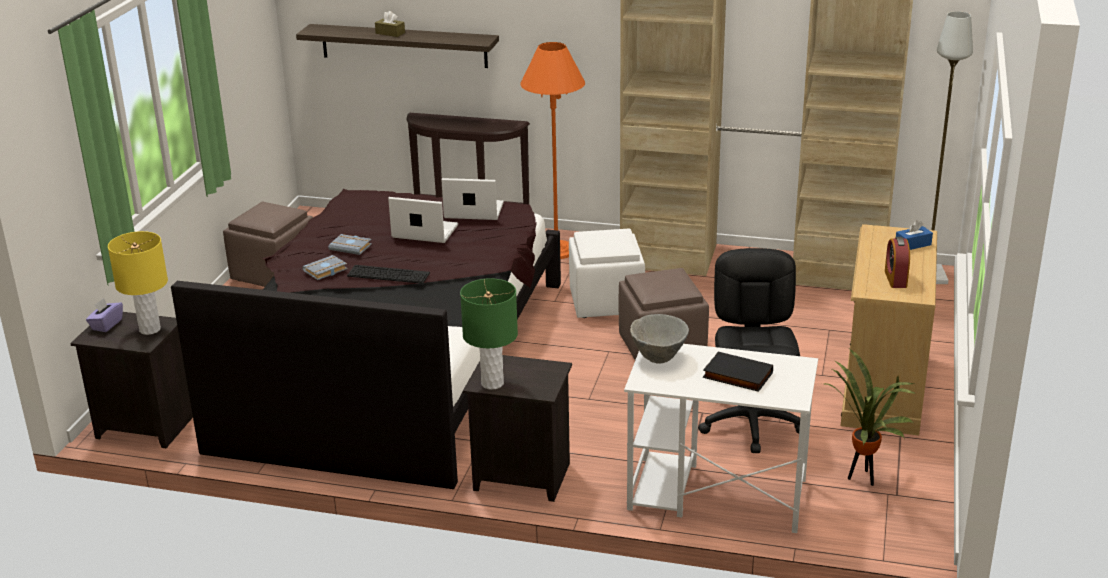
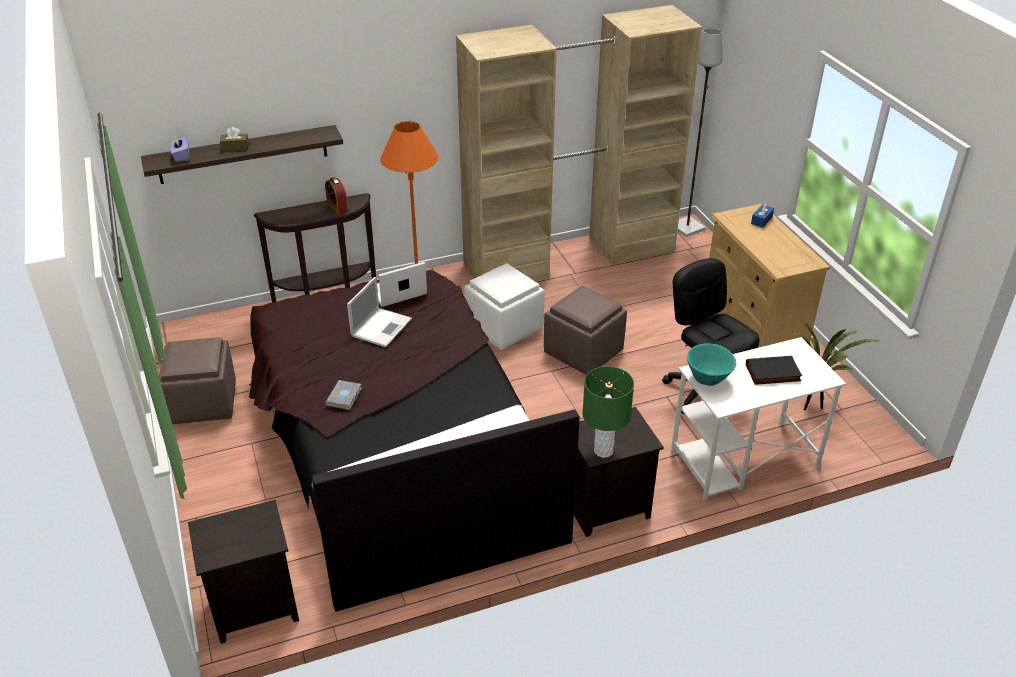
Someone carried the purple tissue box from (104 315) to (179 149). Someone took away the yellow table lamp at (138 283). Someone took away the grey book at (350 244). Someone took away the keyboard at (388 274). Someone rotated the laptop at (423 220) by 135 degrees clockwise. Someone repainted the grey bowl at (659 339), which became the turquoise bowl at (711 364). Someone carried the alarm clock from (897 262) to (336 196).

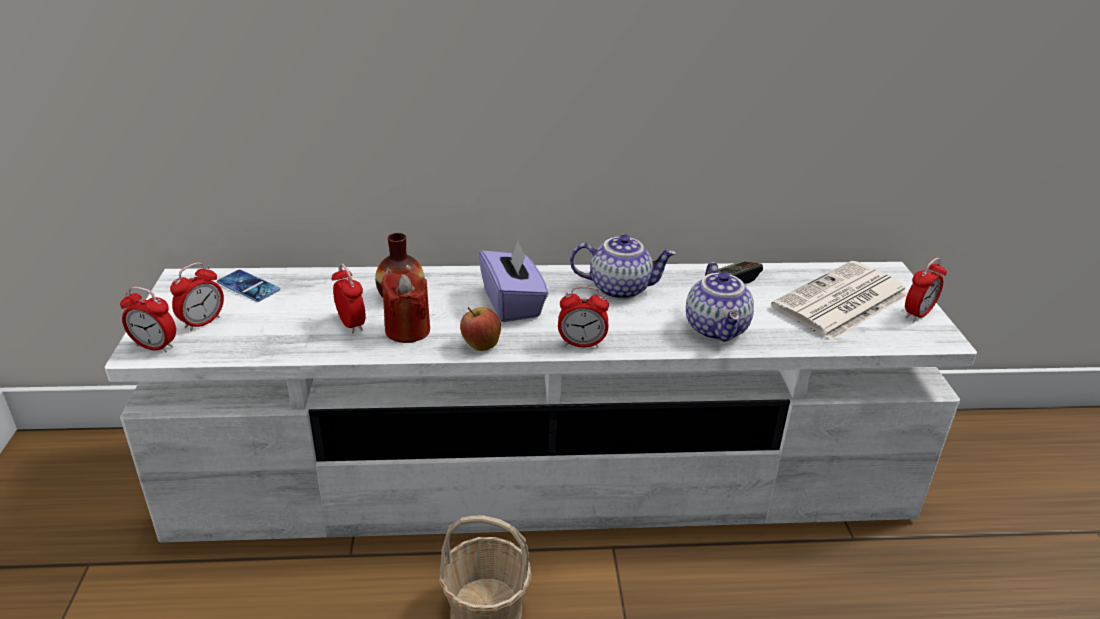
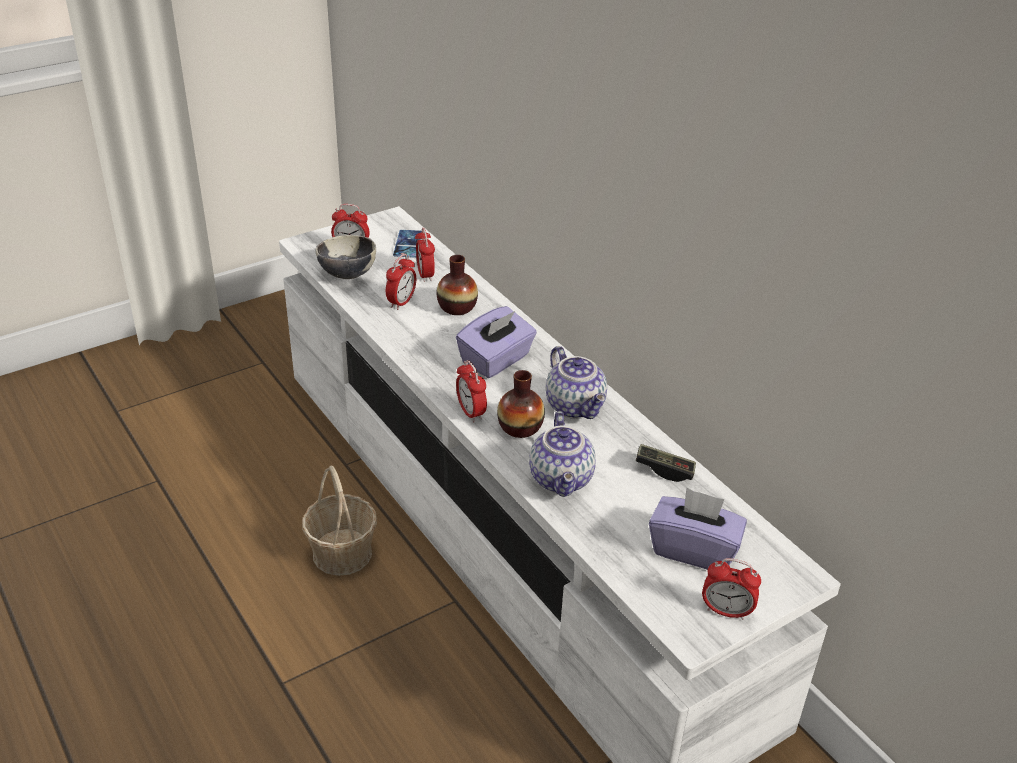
Someone carried the alarm clock from (148 319) to (425 255). Someone took away the red candle at (405 307). Someone took away the apple at (480 329). Someone rotated the teapot at (720 302) by 60 degrees counterclockwise. Someone swapped the newspaper at (839 300) for the purple tissue box at (698 529). Someone put down the bowl at (345 257). Someone put down the vase at (521 404).

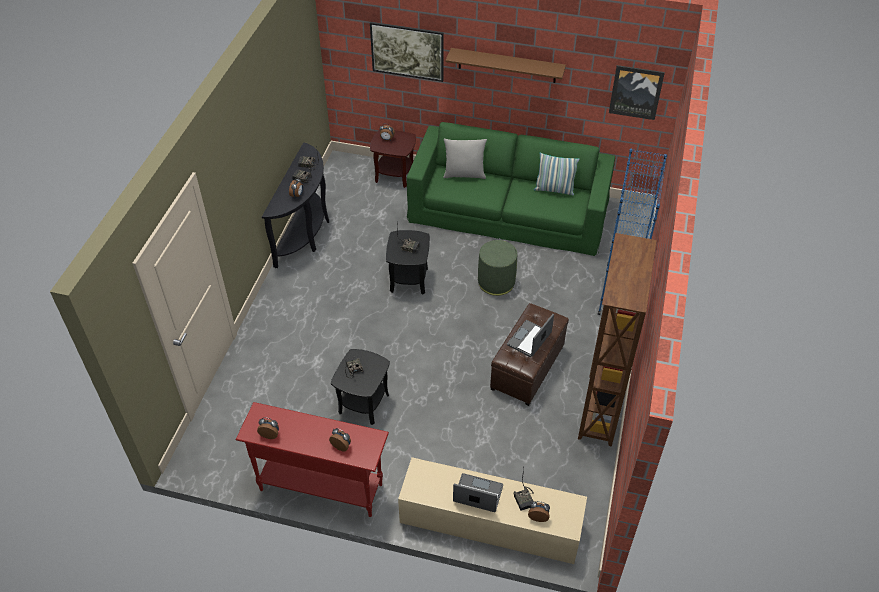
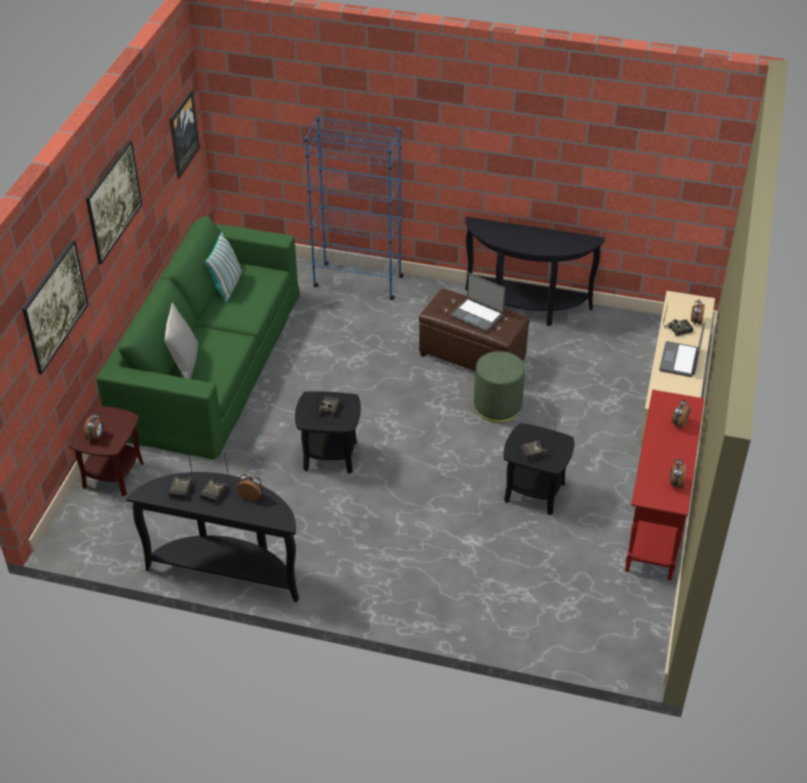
Someone swapped the brown shelf at (505 65) for the picture at (114 202). Someone carried the green ottoman from (497 268) to (499 387). Someone swapped the brown bookcase at (617 339) for the black console table at (535 271).

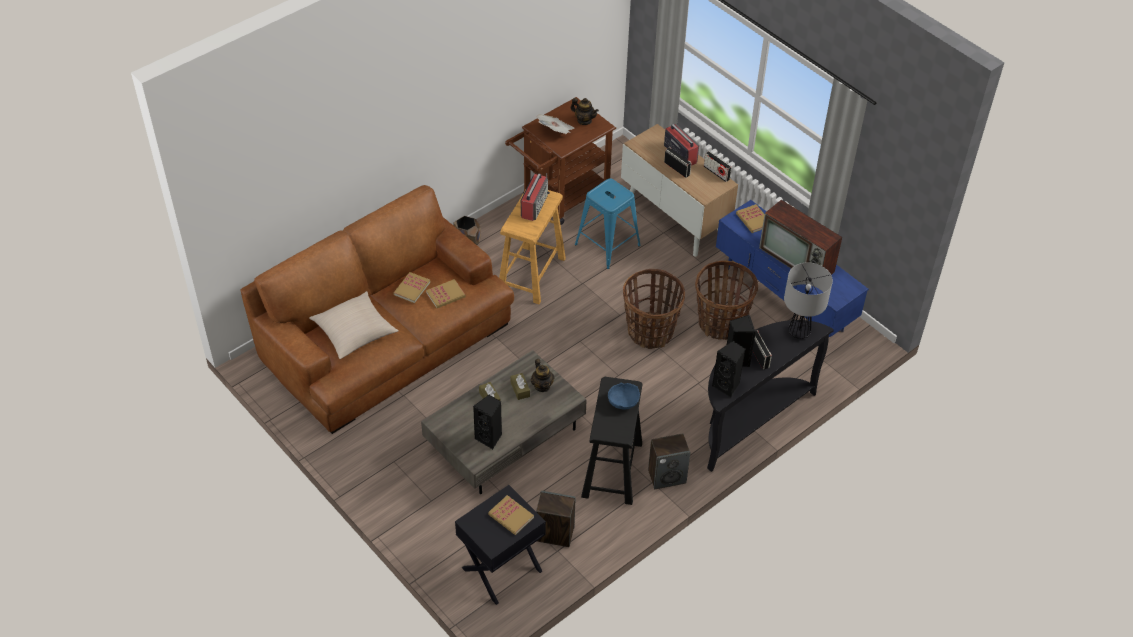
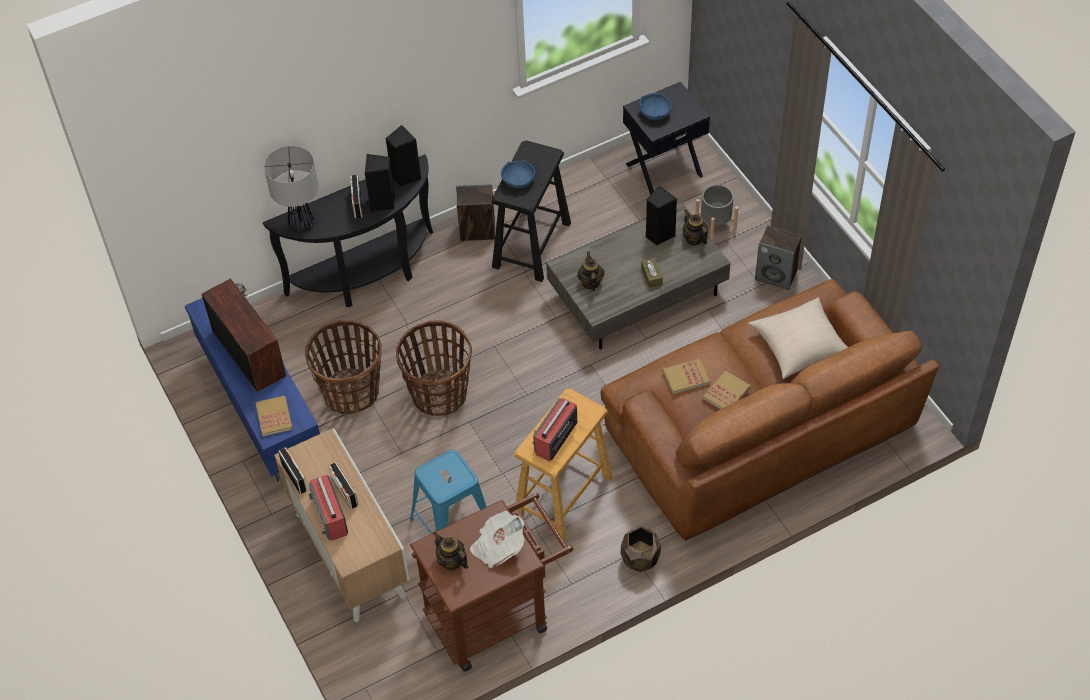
Someone swapped the book at (511 515) for the blue bowl at (656 106). Someone took away the brown tissue box at (520 386). Someone carried the speaker from (556 519) to (778 258). Someone put down the teapot at (695 228). Someone put down the grey planter at (716 212).

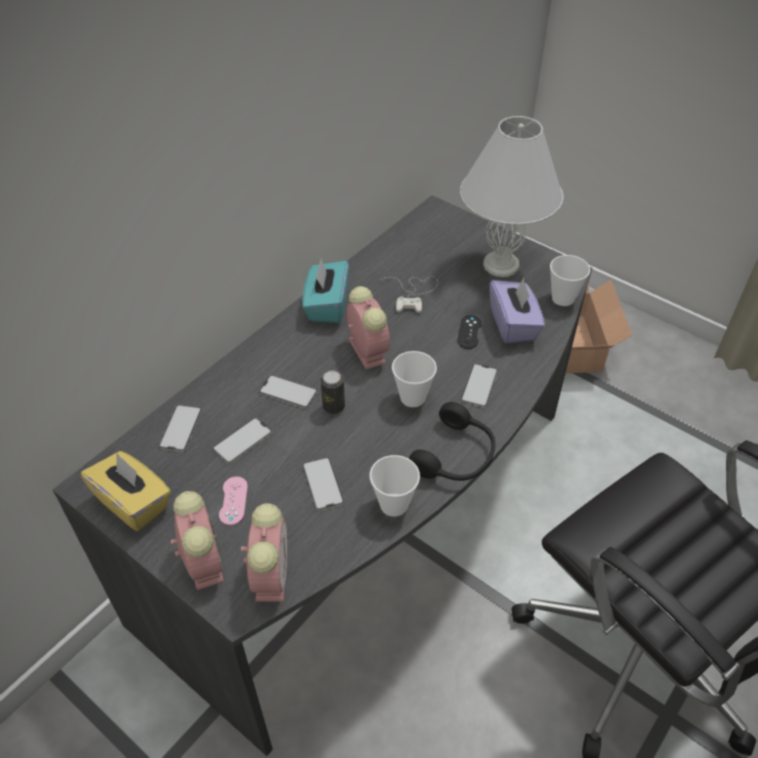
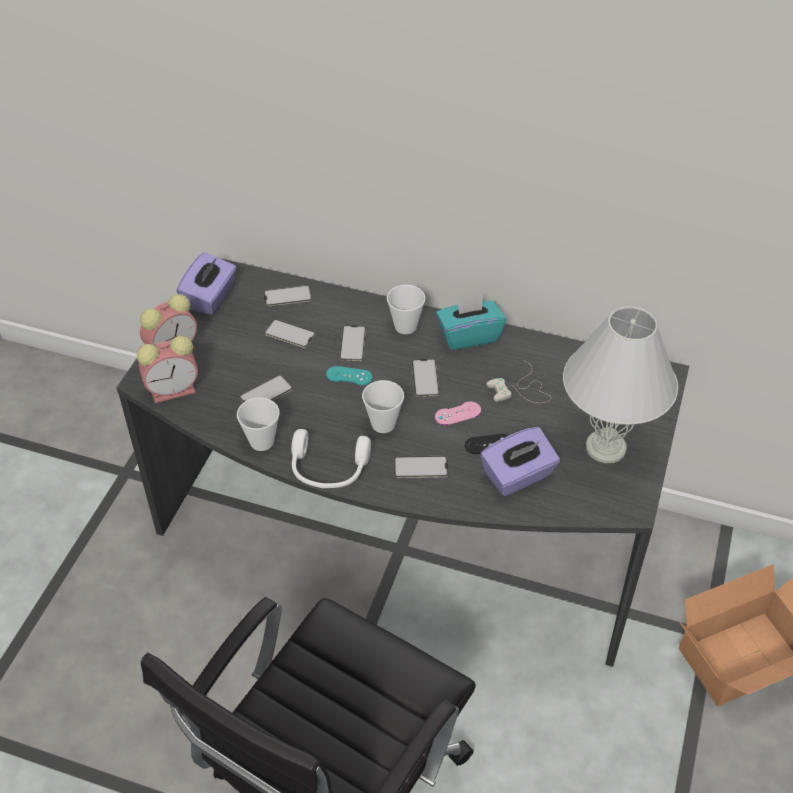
Someone repainted the yellow tissue box at (126 491), which became the purple tissue box at (206 283). Someone carried the pink game controller from (233 501) to (458 413). Someone swapped the can at (333 392) for the turquoise game controller at (349 375). Someone swapped the alarm clock at (368 327) for the phone at (426 378). Someone repainted the black headphones at (452 441), which became the white headphones at (331 458). Someone carried the cup from (570 280) to (406 309).

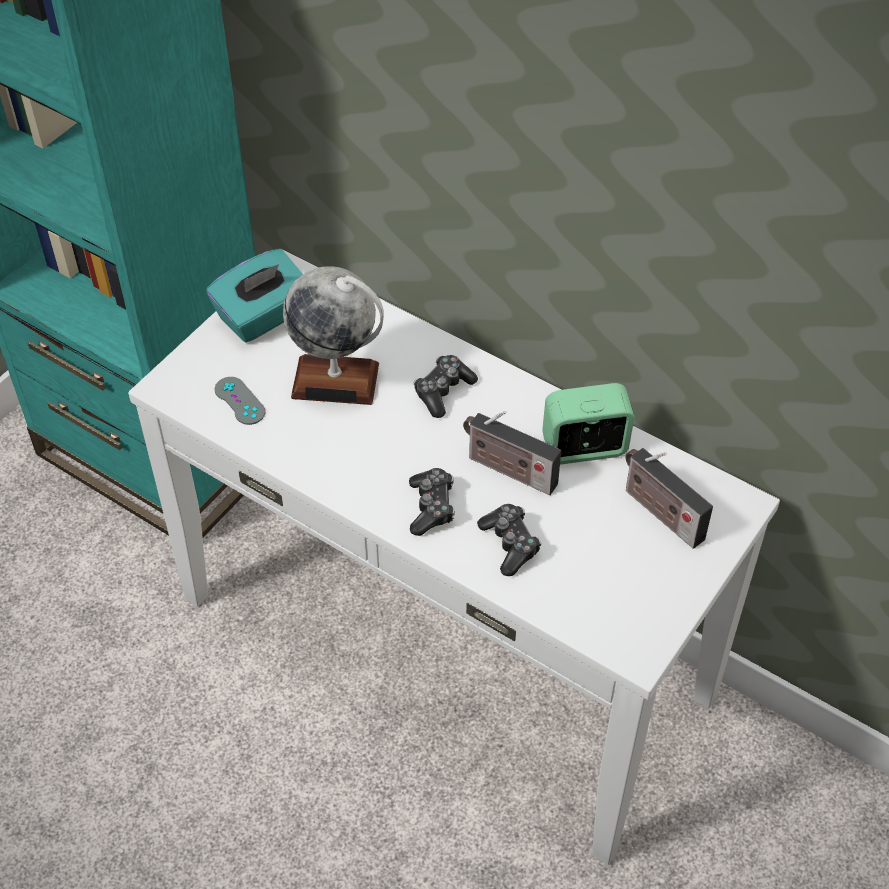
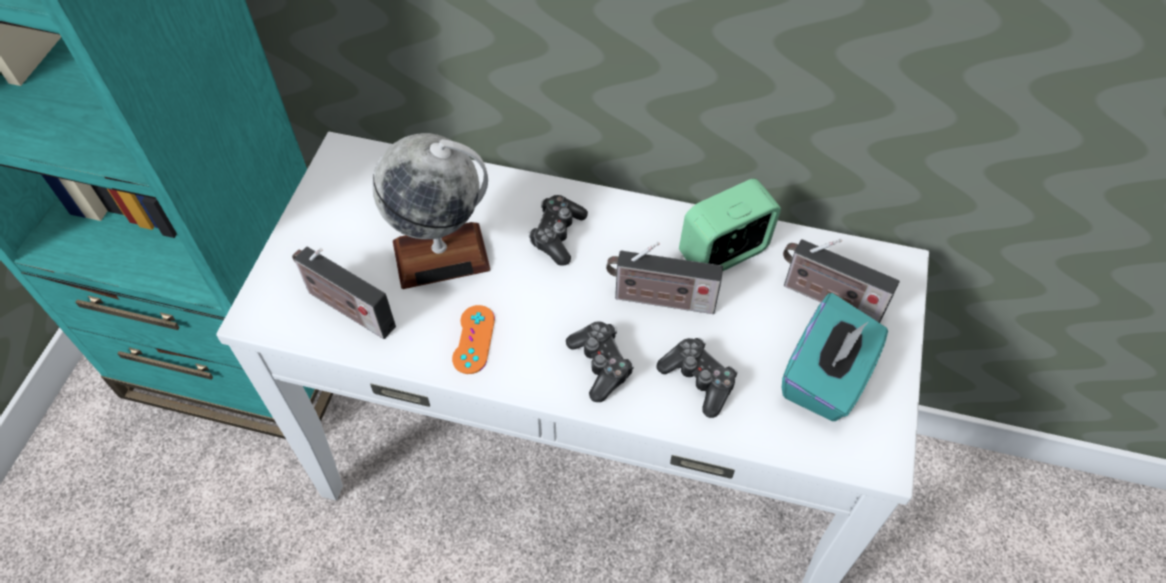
Someone carried the turquoise tissue box from (254 295) to (835 357). Someone swapped the grey game controller at (240 401) for the radio at (344 293). Someone put down the orange game controller at (473 339).

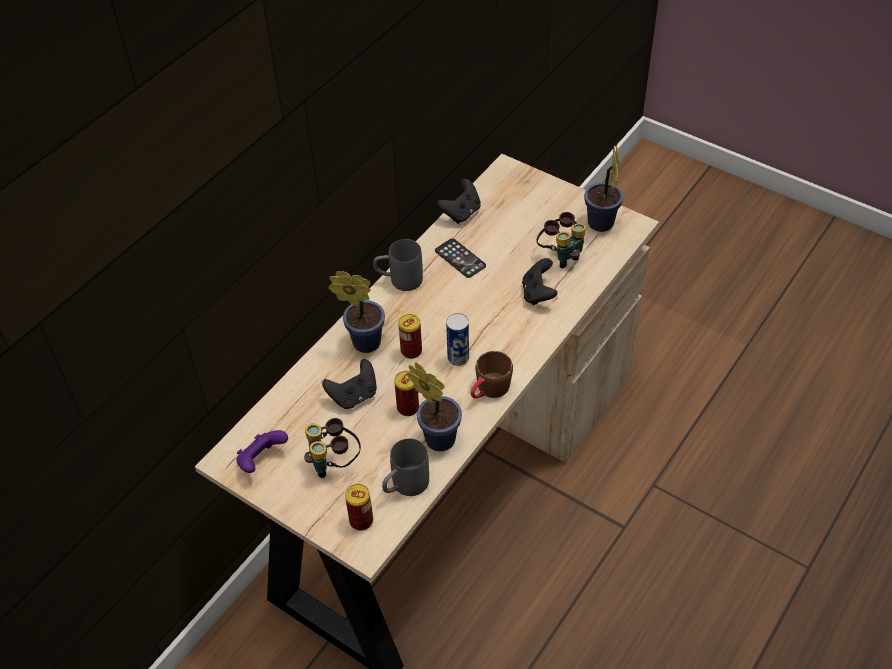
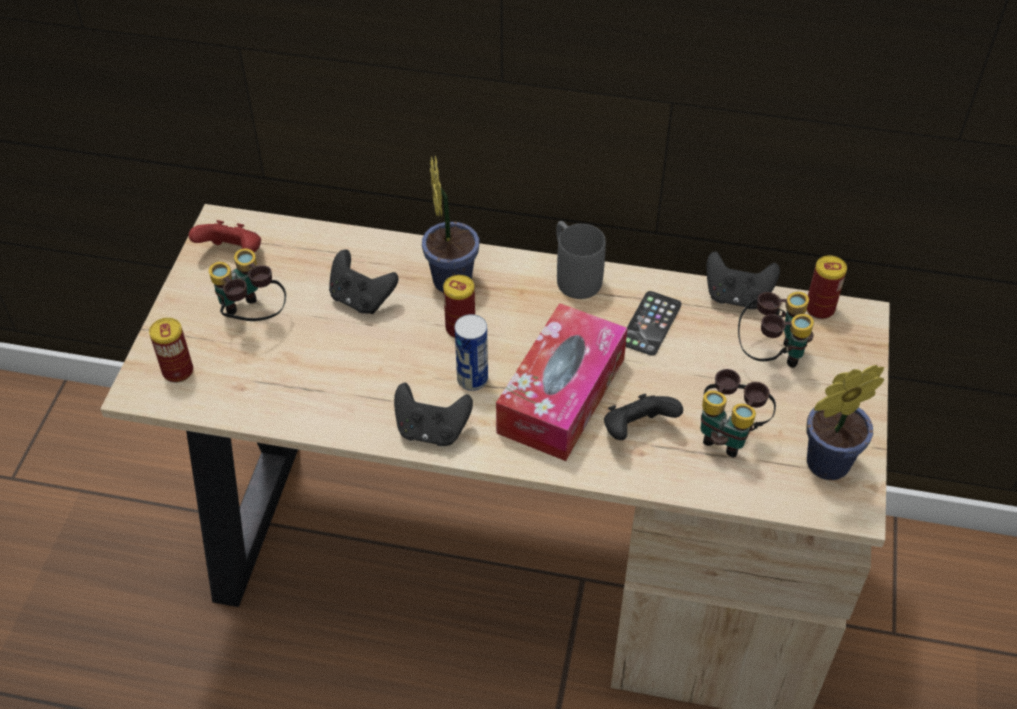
Someone repainted the purple game controller at (262 451), which became the red game controller at (225 236). Someone took away the grey mug at (405 467). Someone carried the can from (406 393) to (827 287). Someone took away the potted plant at (434 407). Someone swapped the brown mug at (492 375) for the black game controller at (433 414). Someone put down the tissue box at (561 382). Someone put down the binoculars at (776 330).

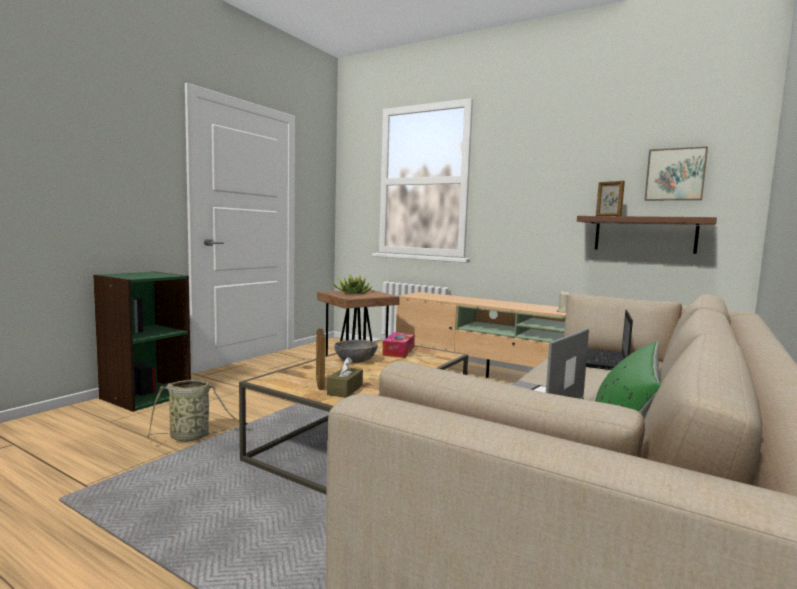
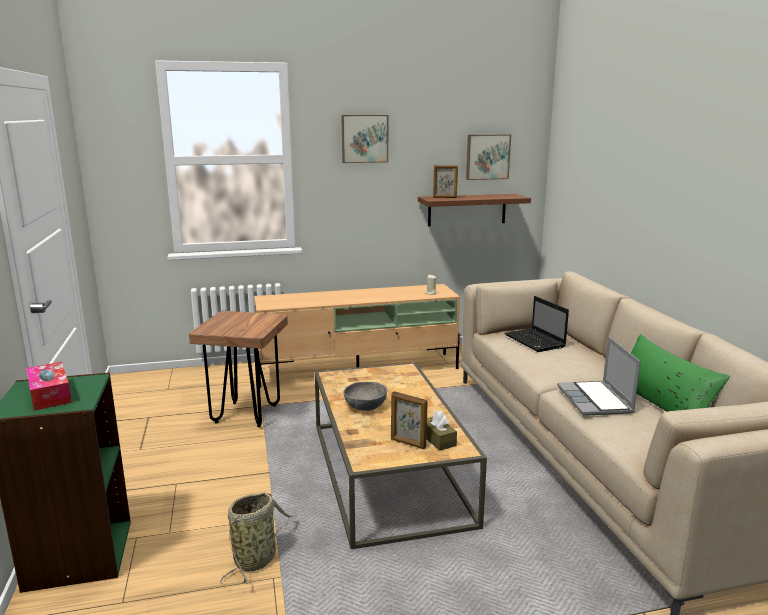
Someone took away the potted plant at (352 284). Someone carried the tissue box from (398 345) to (49 386). Someone put up the picture at (364 139).

